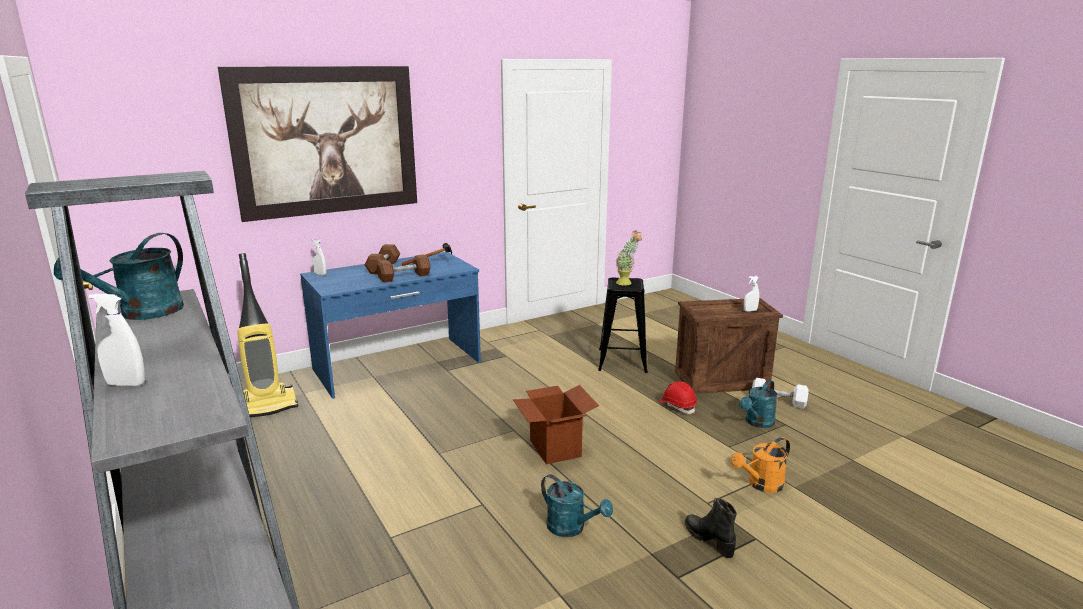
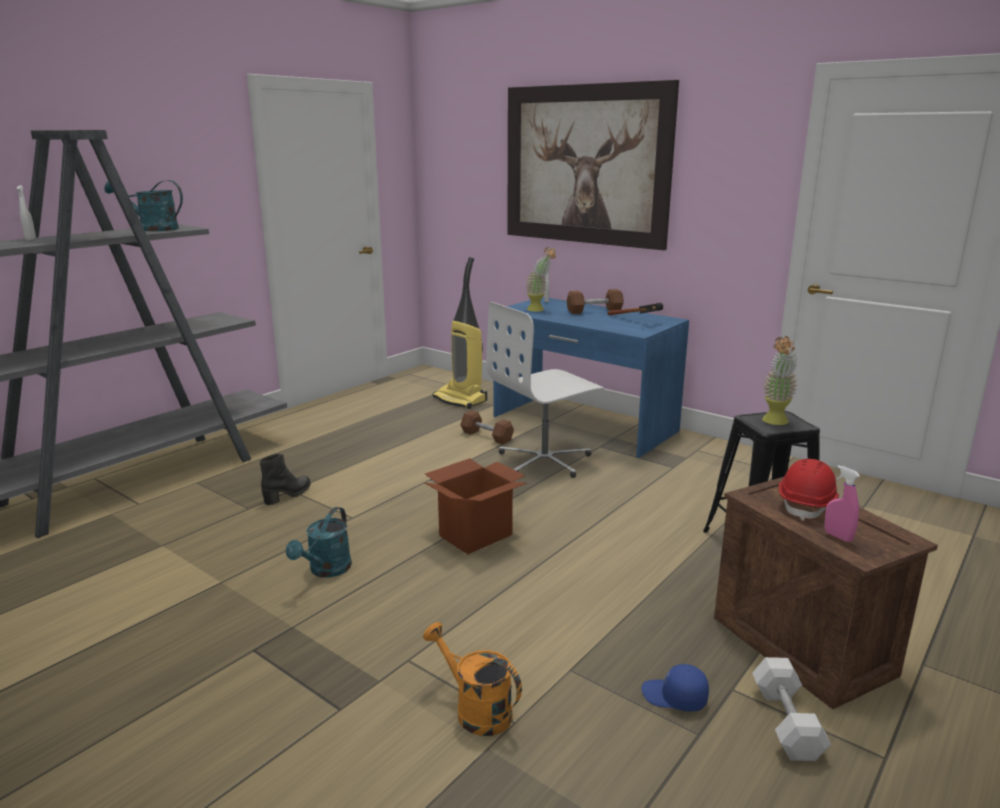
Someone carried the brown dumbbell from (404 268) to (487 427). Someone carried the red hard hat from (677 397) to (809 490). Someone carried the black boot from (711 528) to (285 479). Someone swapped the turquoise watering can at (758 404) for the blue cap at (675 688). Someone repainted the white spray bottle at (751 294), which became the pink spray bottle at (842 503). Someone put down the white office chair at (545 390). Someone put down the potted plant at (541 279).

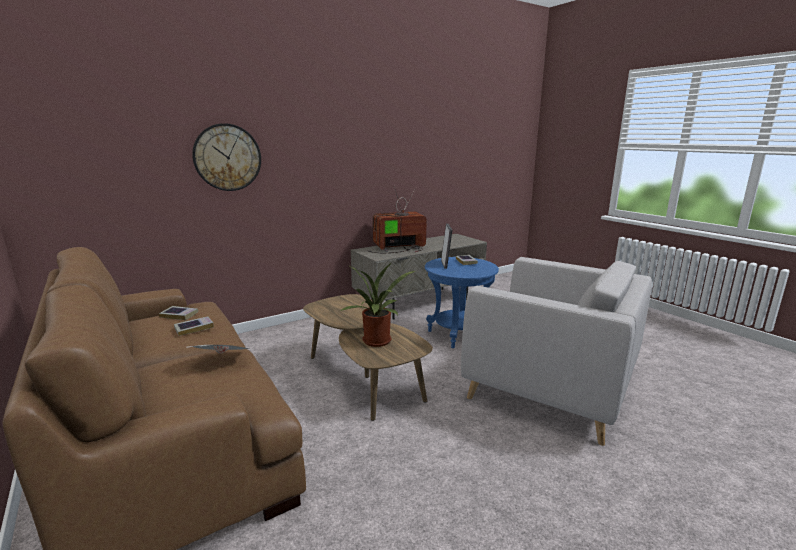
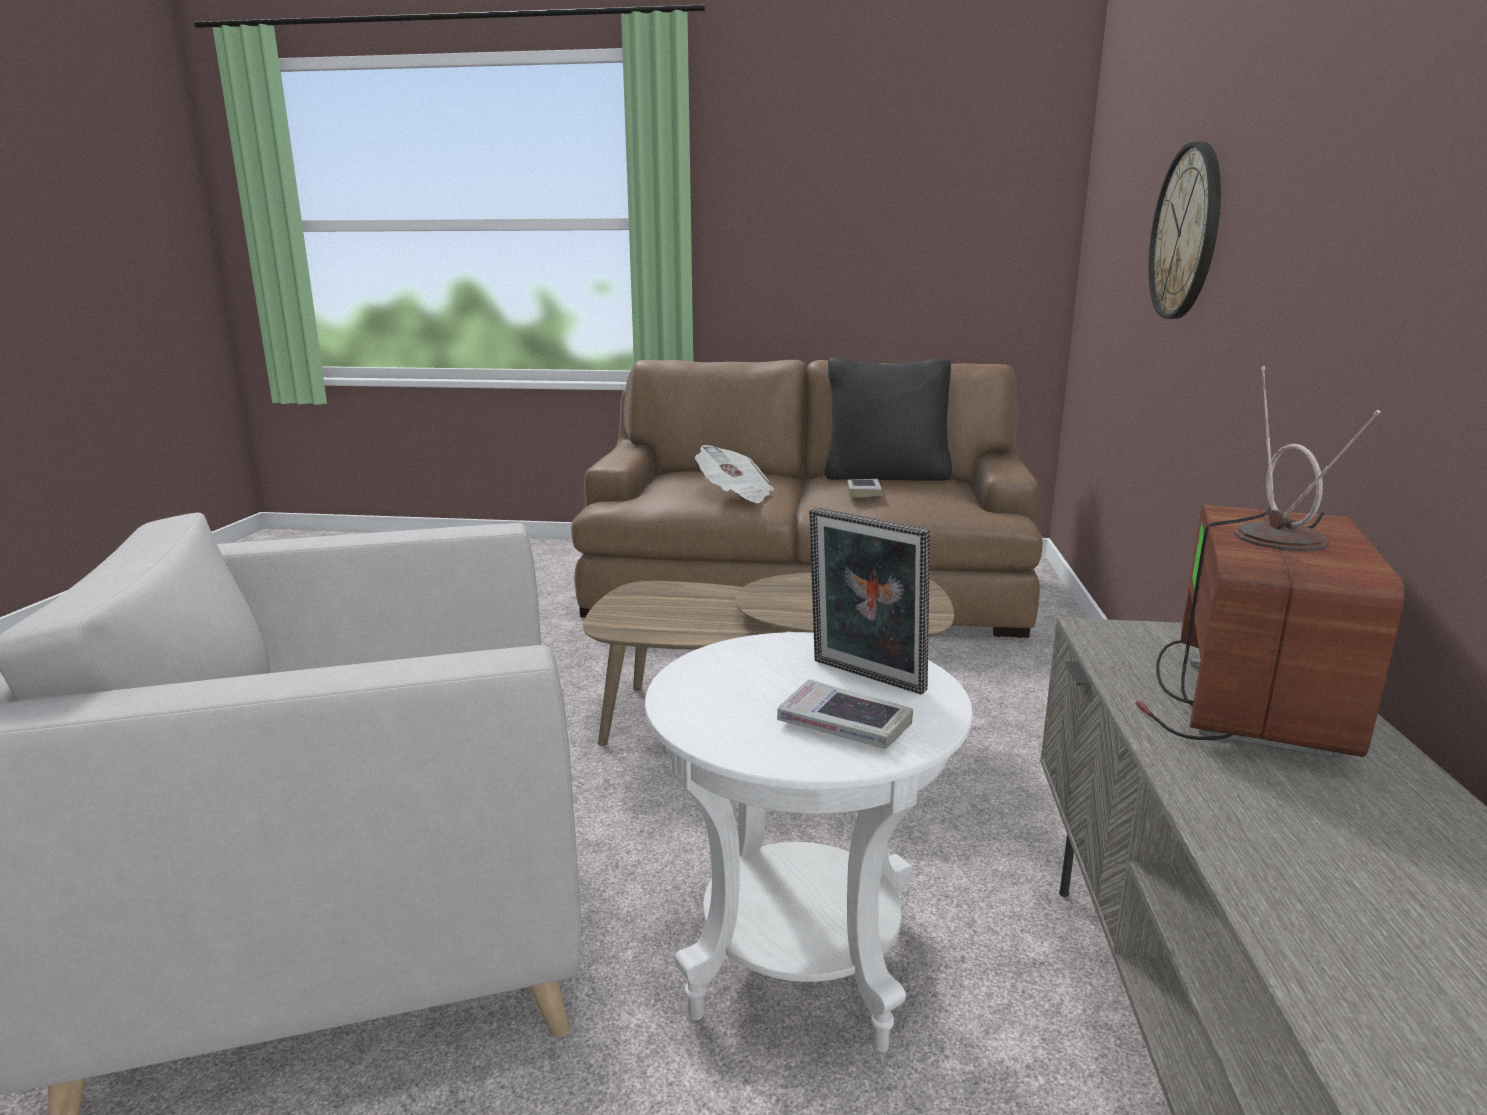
Someone took away the book at (178 313). Someone took away the potted plant at (377 305). Someone repainted the blue side table at (462 302), which became the white side table at (809 842). Someone put down the black pillow at (888 419).

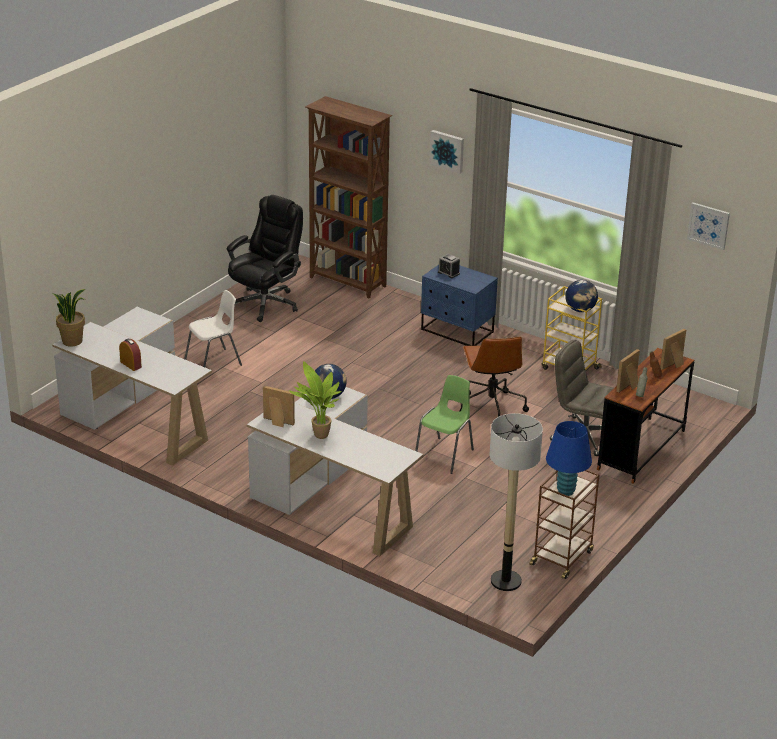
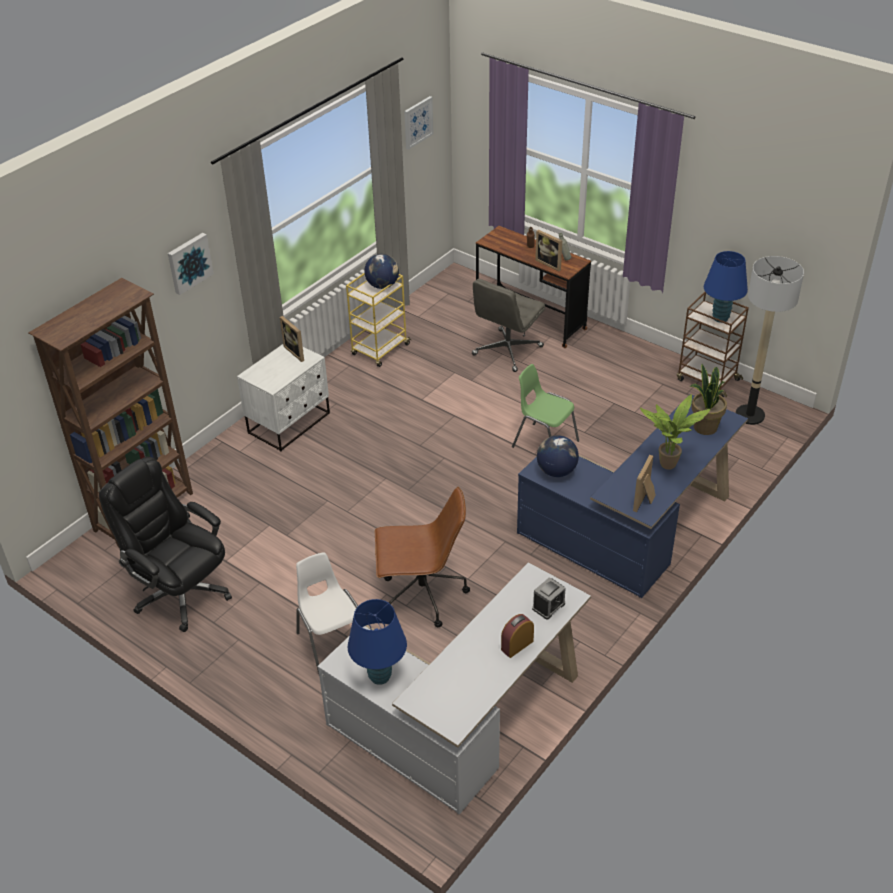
Someone carried the potted plant from (68 318) to (708 399). Someone repainted the white desk at (335 471), which became the blue desk at (632 496). Someone repainted the blue nightstand at (459 305), which became the white nightstand at (283 397). Someone carried the alarm clock from (449 266) to (549 598). Someone carried the brown office chair from (494 377) to (422 557). Someone carried the picture frame from (673 349) to (292 339). Someone put down the blue table lamp at (377 642).

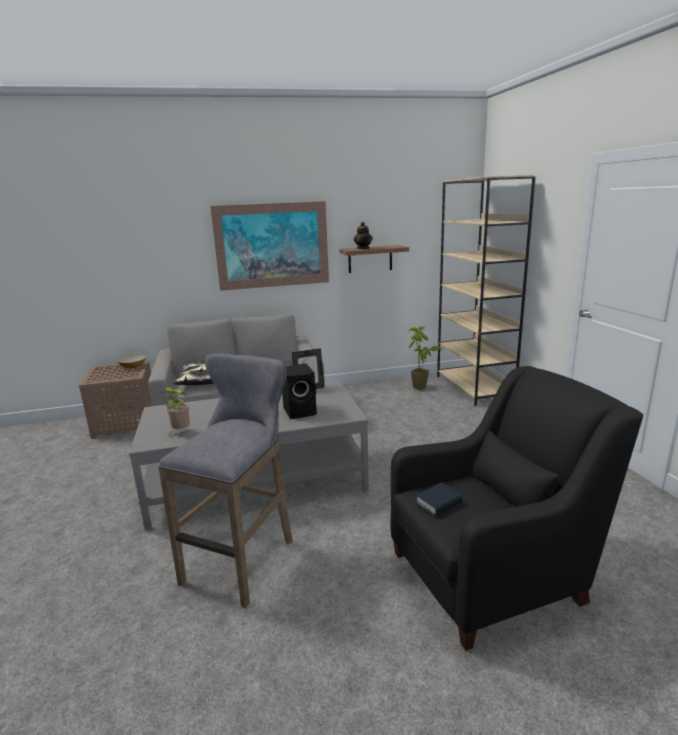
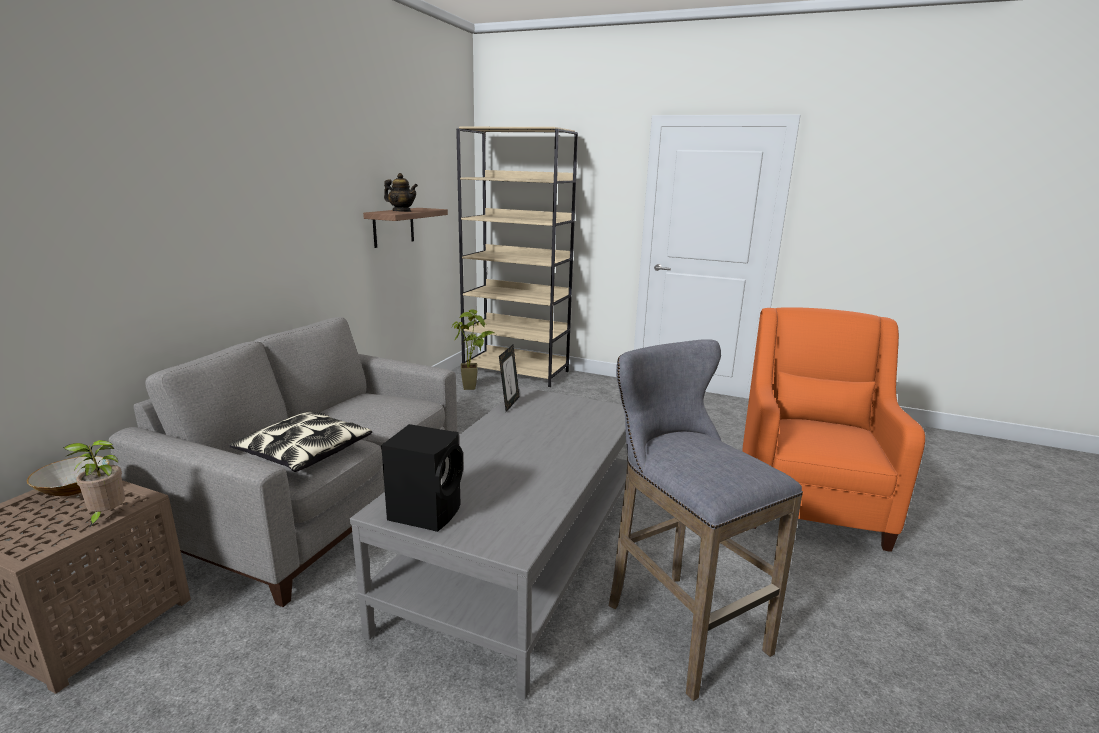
Someone carried the potted plant from (174 410) to (94 484). Someone took away the picture at (269 246). Someone carried the black speaker from (299 391) to (422 478). Someone repainted the black armchair at (516 508), which became the orange armchair at (833 429). Someone took away the book at (439 499).

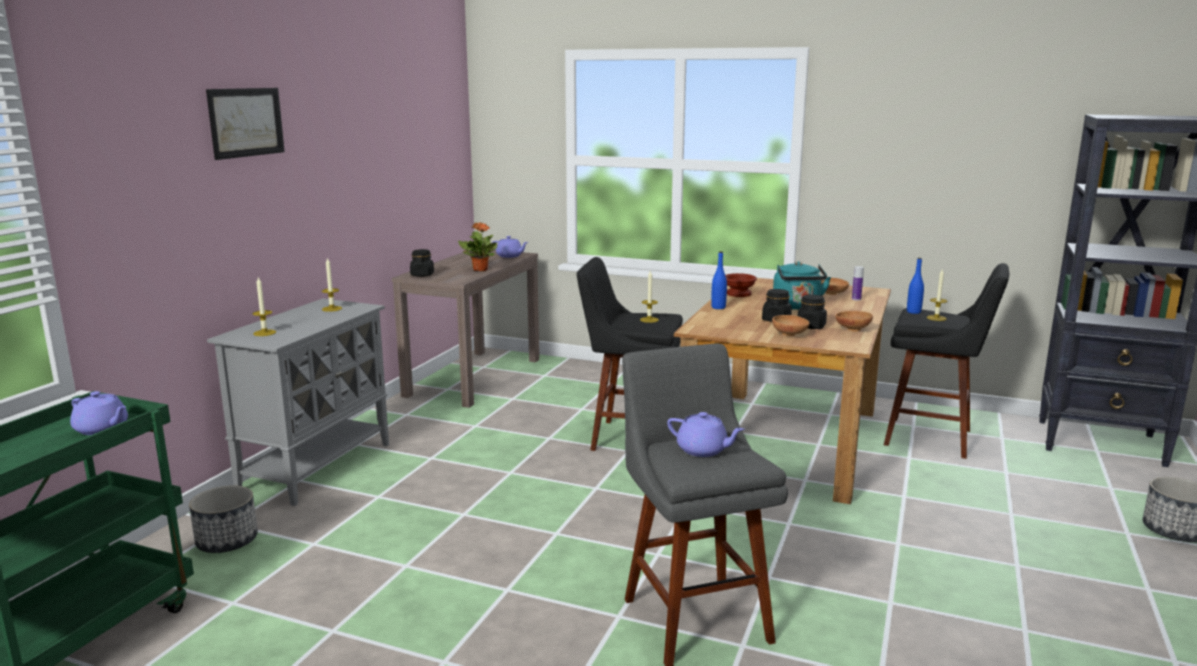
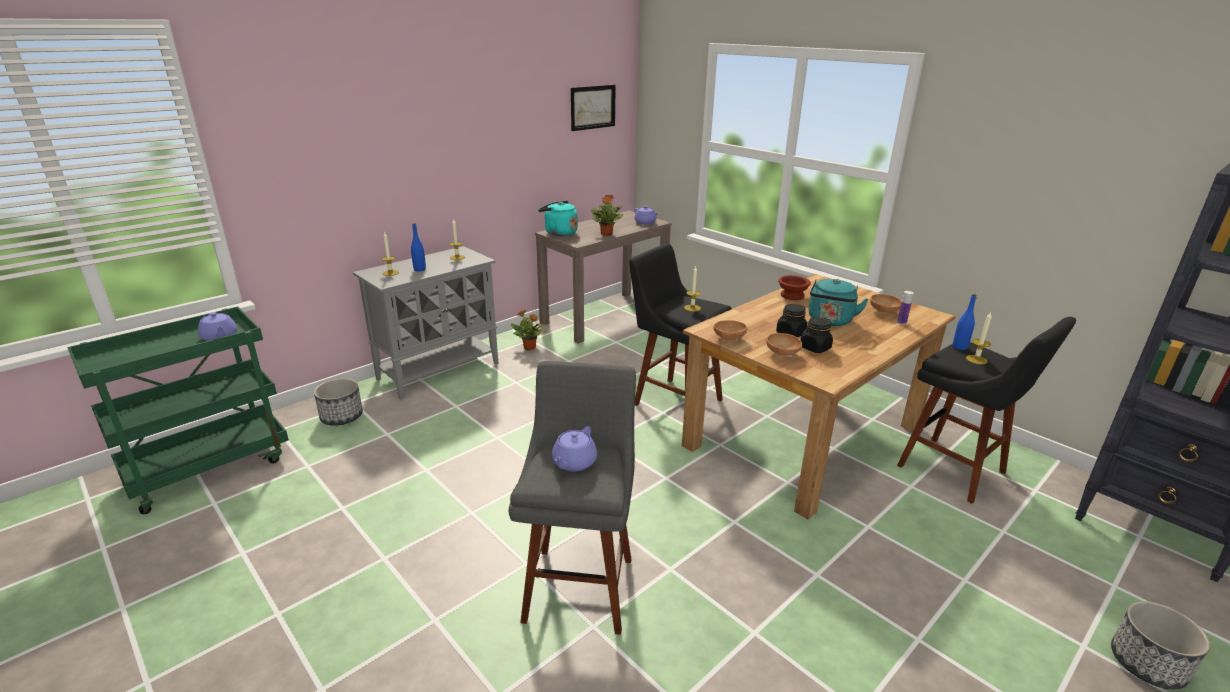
Someone carried the picture from (245 124) to (593 108). Someone swapped the black jar at (422 263) for the turquoise kettle at (558 218). Someone rotated the purple teapot at (706 434) by 60 degrees clockwise. Someone carried the blue bottle from (719 280) to (418 247). Someone carried the brown bowl from (854 321) to (730 331). Someone put down the potted plant at (529 330).

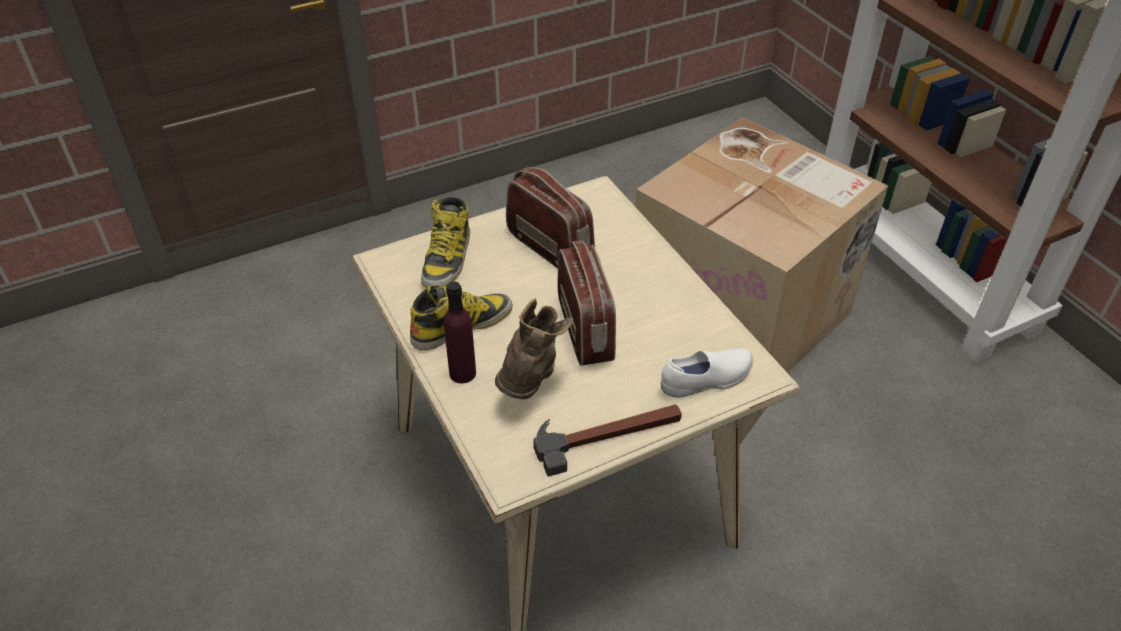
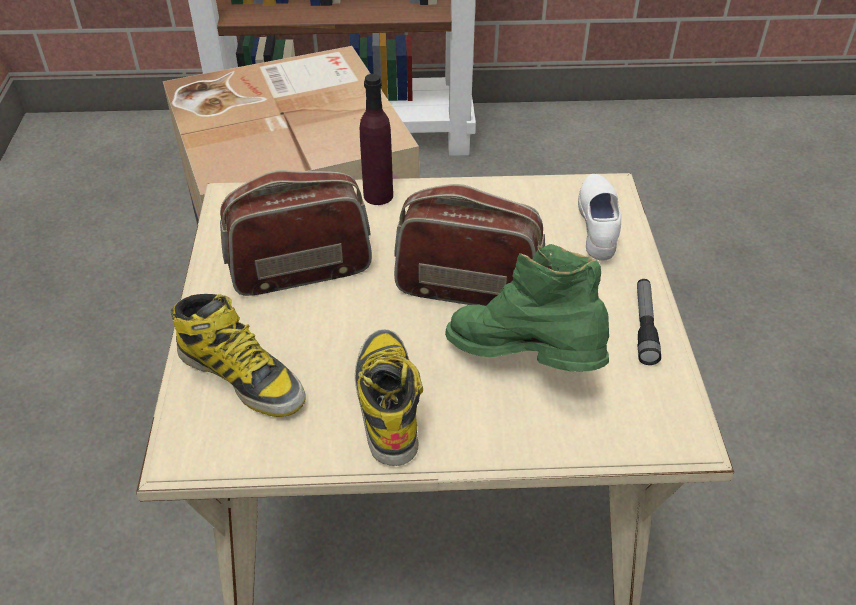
Someone carried the purple bottle from (460 332) to (376 139). Someone repainted the brown boot at (534 348), which became the green boot at (527 308). Someone swapped the hammer at (607 440) for the flashlight at (649 322).

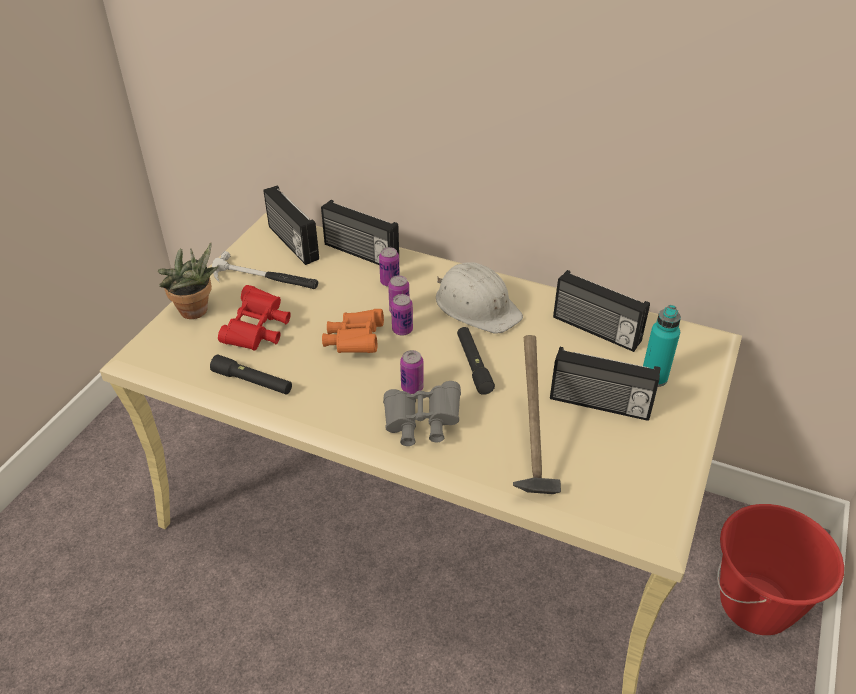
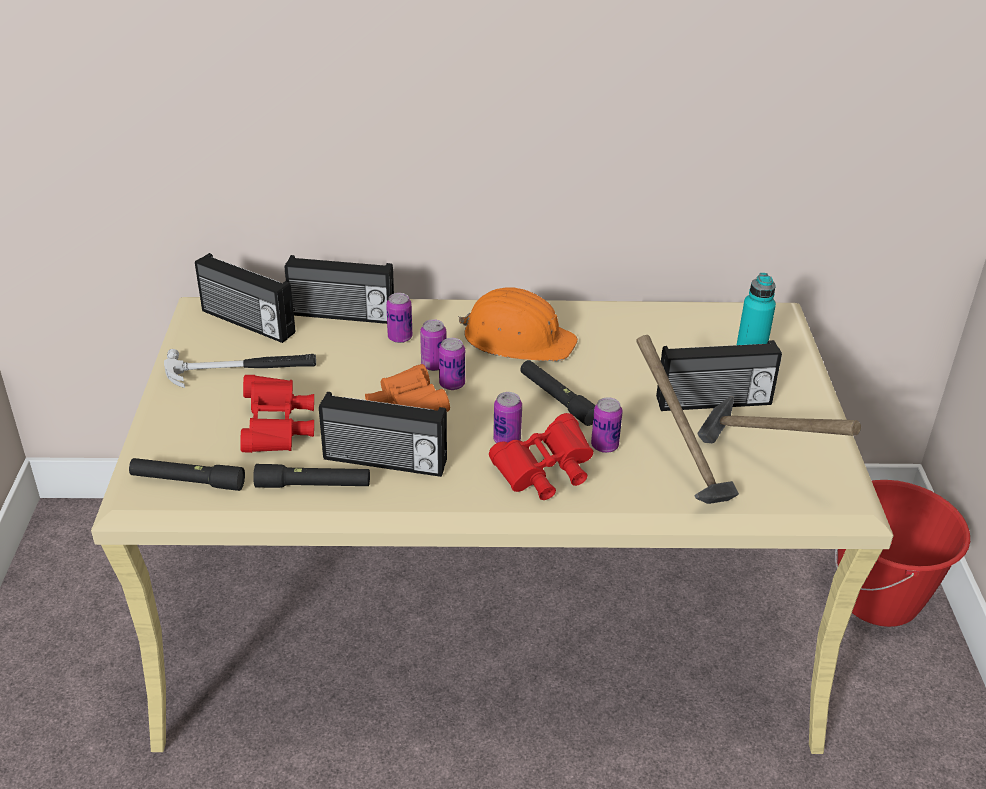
Someone took away the potted plant at (188 281). Someone repainted the grey binoculars at (422 413), which became the red binoculars at (541 456). Someone repainted the white hard hat at (479 297), which became the orange hard hat at (518 324). Someone carried the radio from (601 311) to (383 434). Someone put down the black flashlight at (187 474). Someone put down the can at (606 425). Someone put down the hammer at (779 419).

